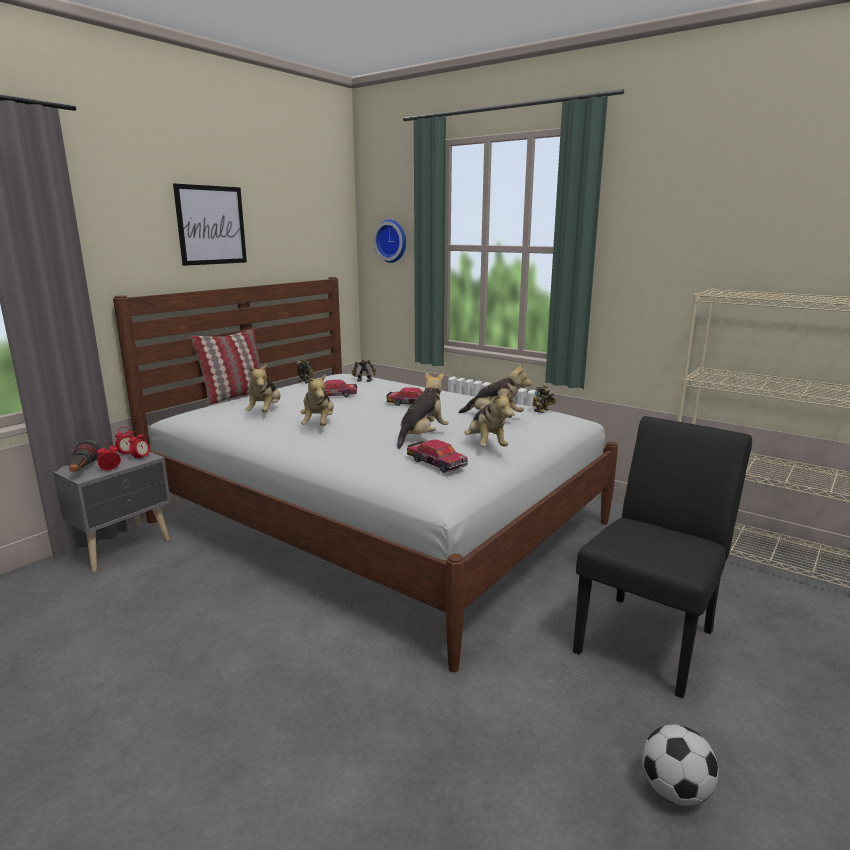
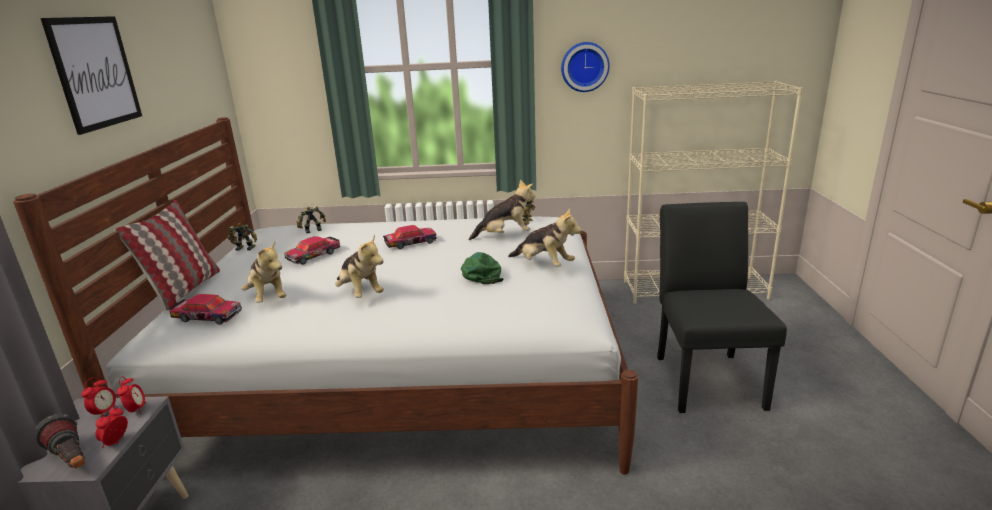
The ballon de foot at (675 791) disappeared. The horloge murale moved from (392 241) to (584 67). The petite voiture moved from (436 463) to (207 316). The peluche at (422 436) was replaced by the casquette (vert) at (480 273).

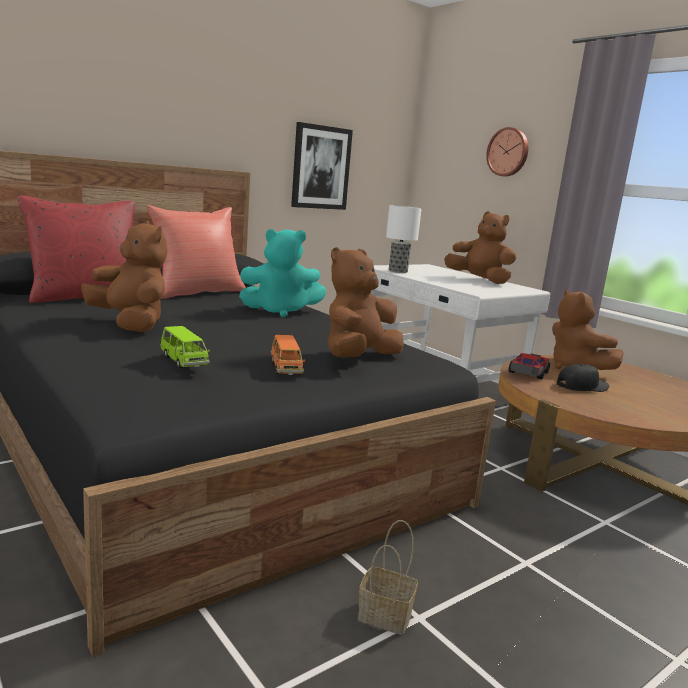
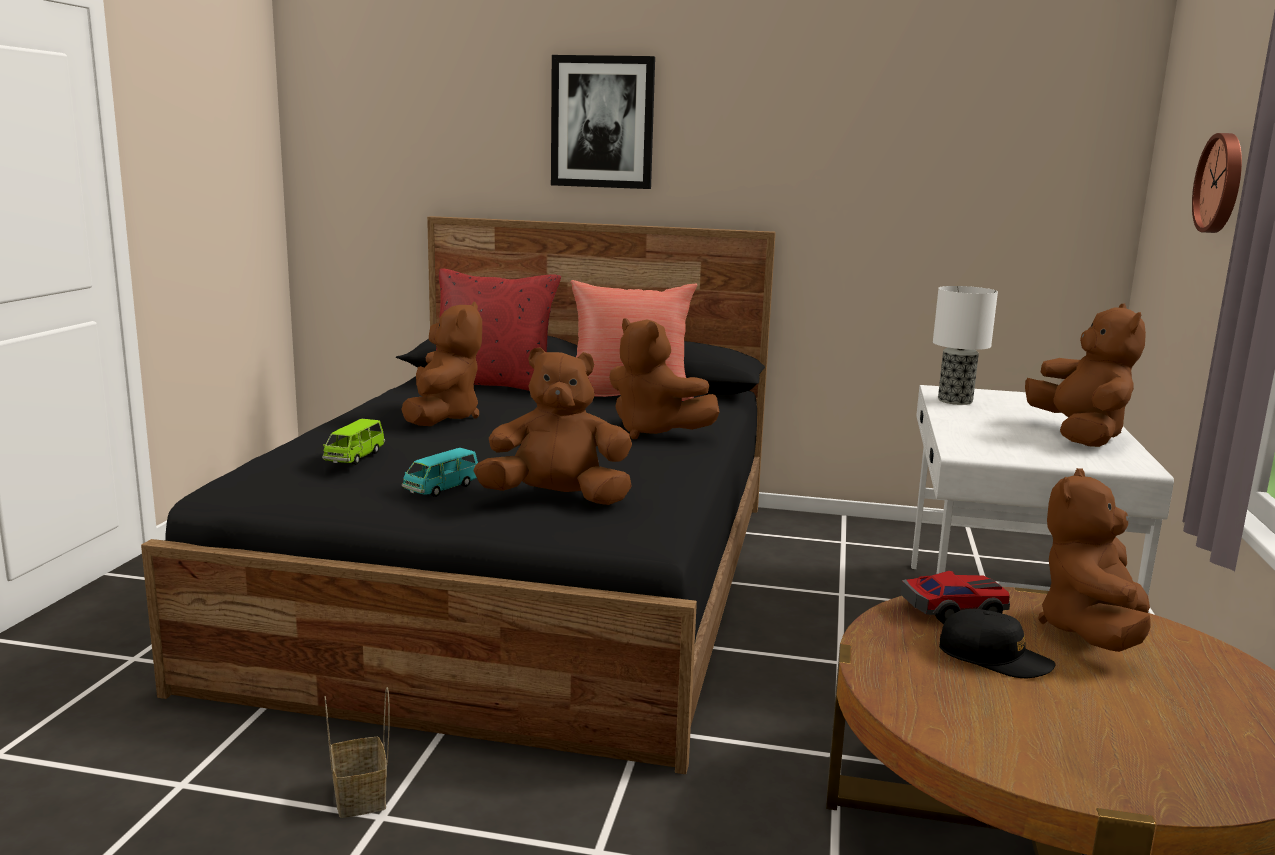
The tableau moved from (321 167) to (602 122). The peluche (turquoise) at (280 311) became the peluche (marron) at (654 432). The petite voiture (orange) at (286 368) became the petite voiture (turquoise) at (441 488).

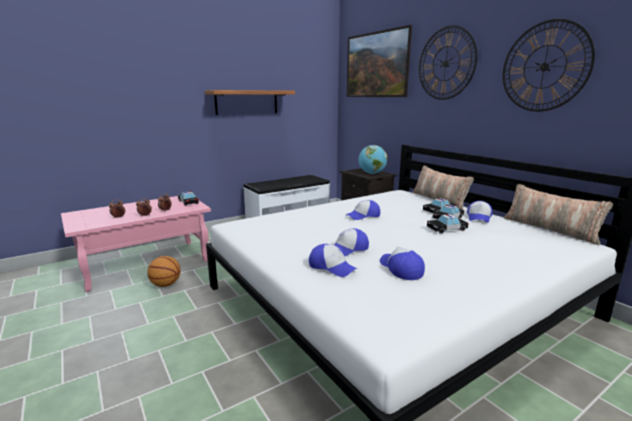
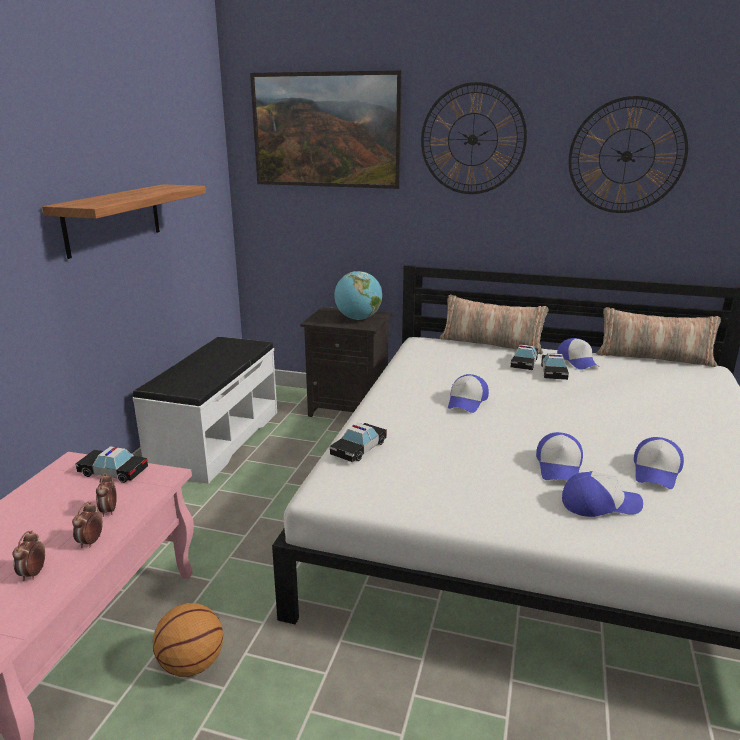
The petite voiture moved from (446 229) to (358 449). The casquette at (400 269) turned 90 degrees counterclockwise.

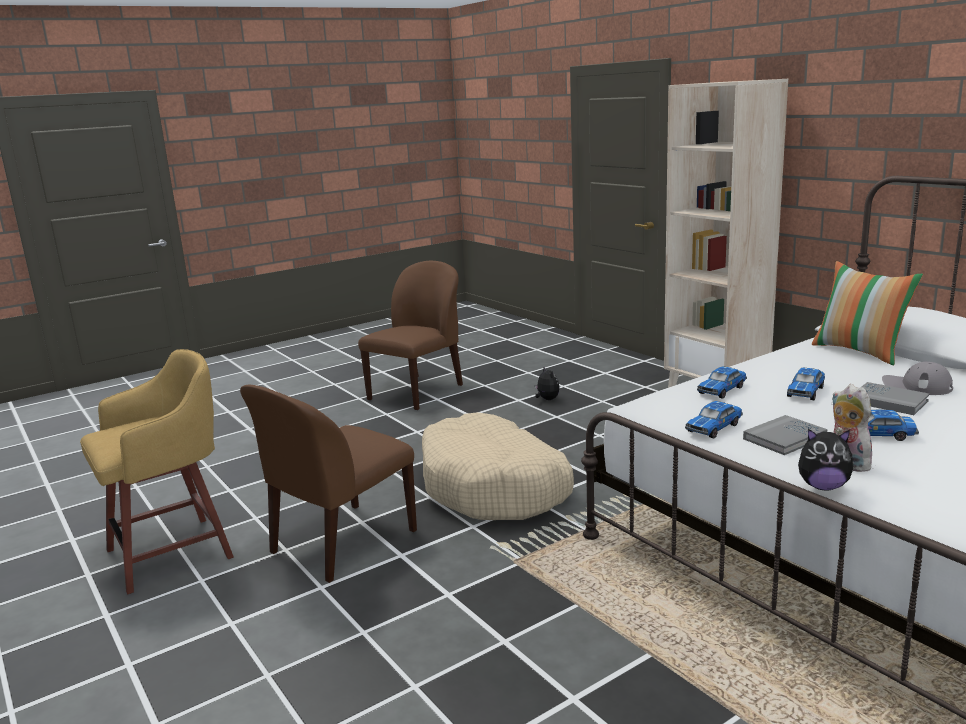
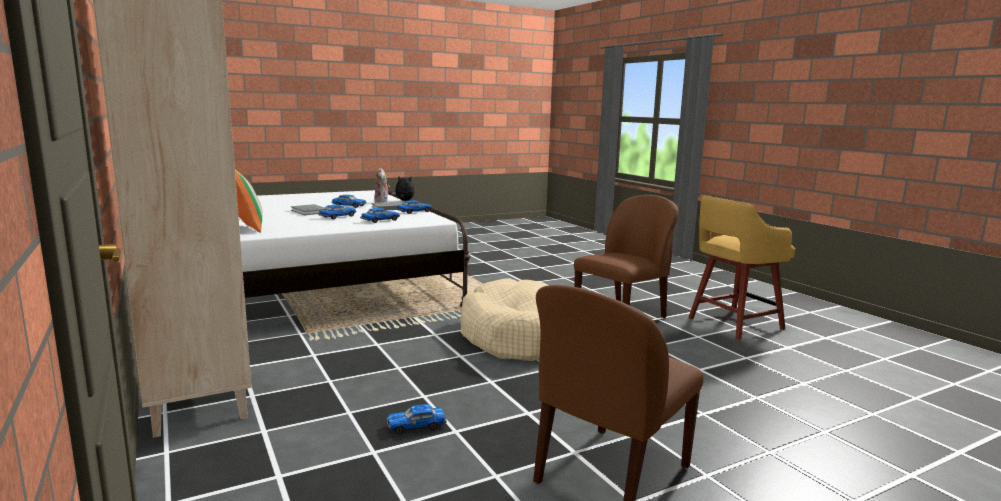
The casquette (gris) at (916 386) disappeared. The peluche at (547 399) was replaced by the petite voiture at (416 426).

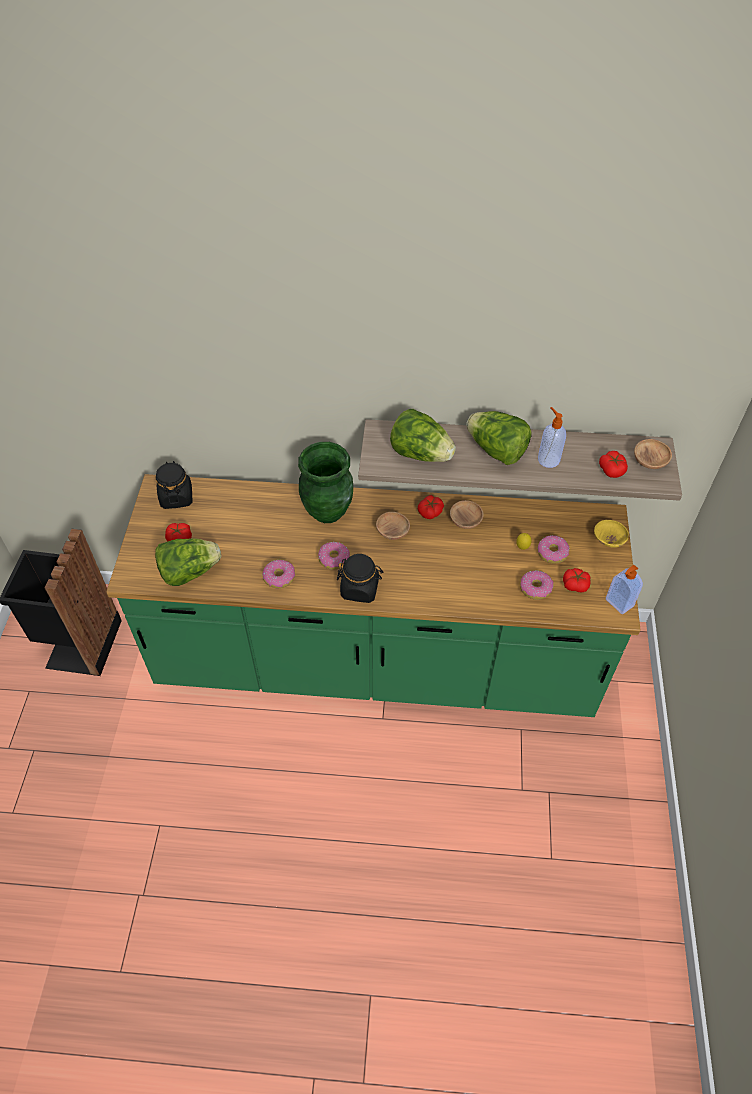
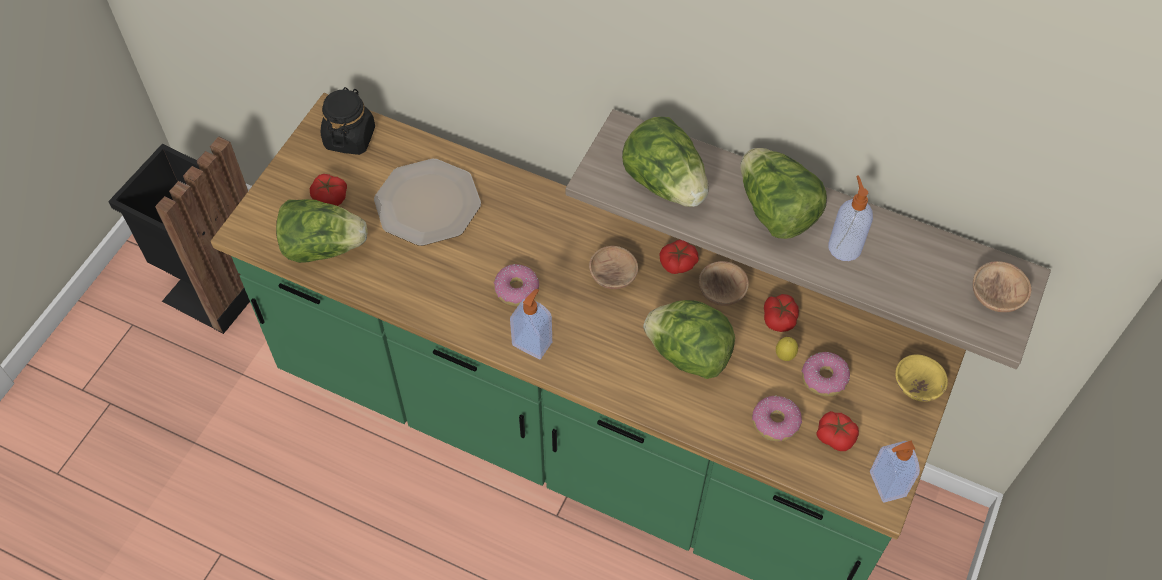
The beignet at (279 577) disappeared. The vase (vert) at (328 511) disappeared. The assiette at (427 204) appeared. The laitue at (688 354) appeared. The tomate moved from (611 469) to (779 318). The bocal (noir) at (360 589) was replaced by the distributeur de savon at (533 343).

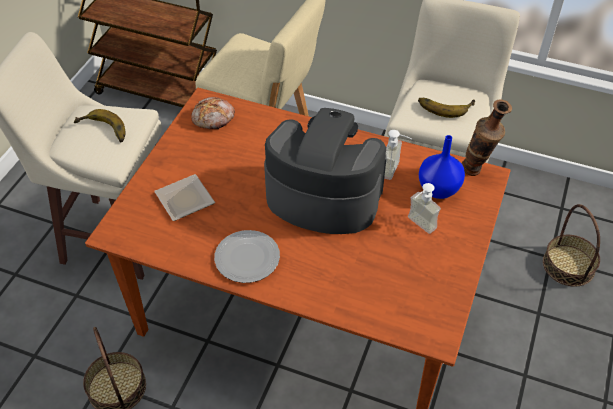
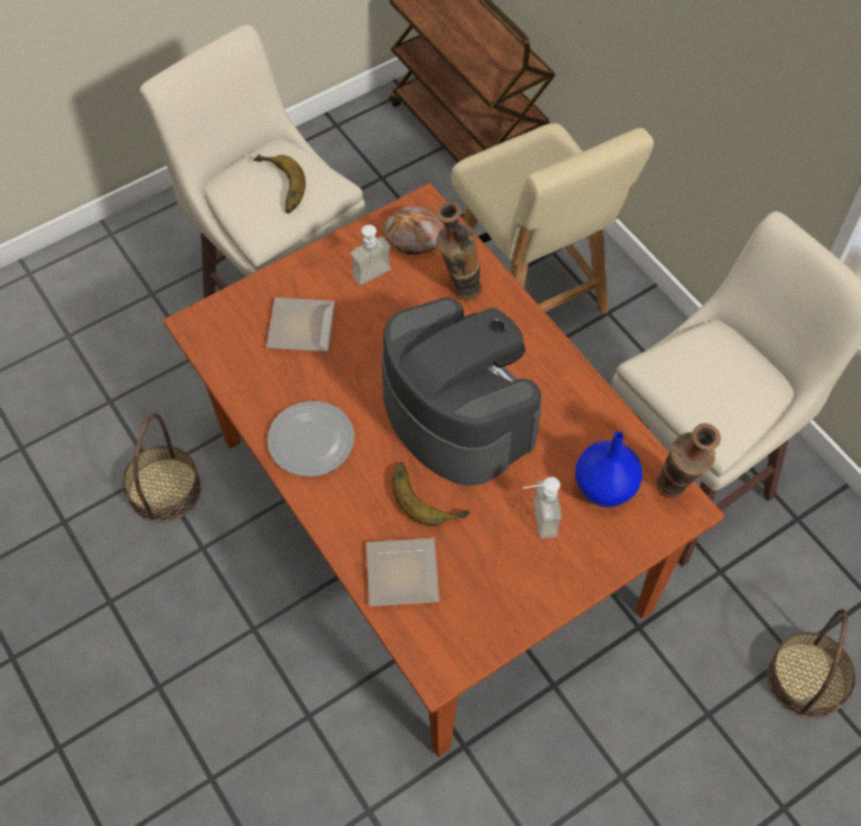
The assiette at (399 572) appeared. The vase at (458 292) appeared. The distributeur de savon moved from (395 171) to (376 279). The banane moved from (445 105) to (428 494).

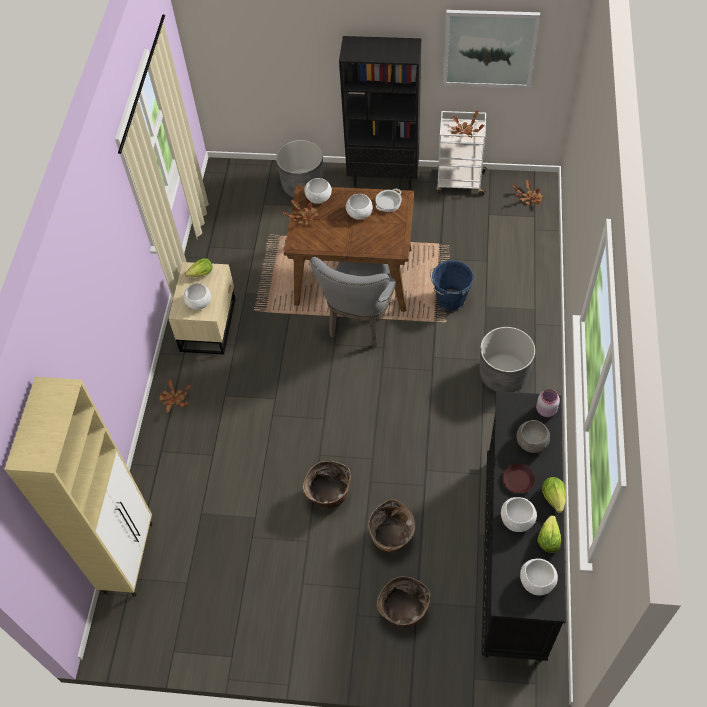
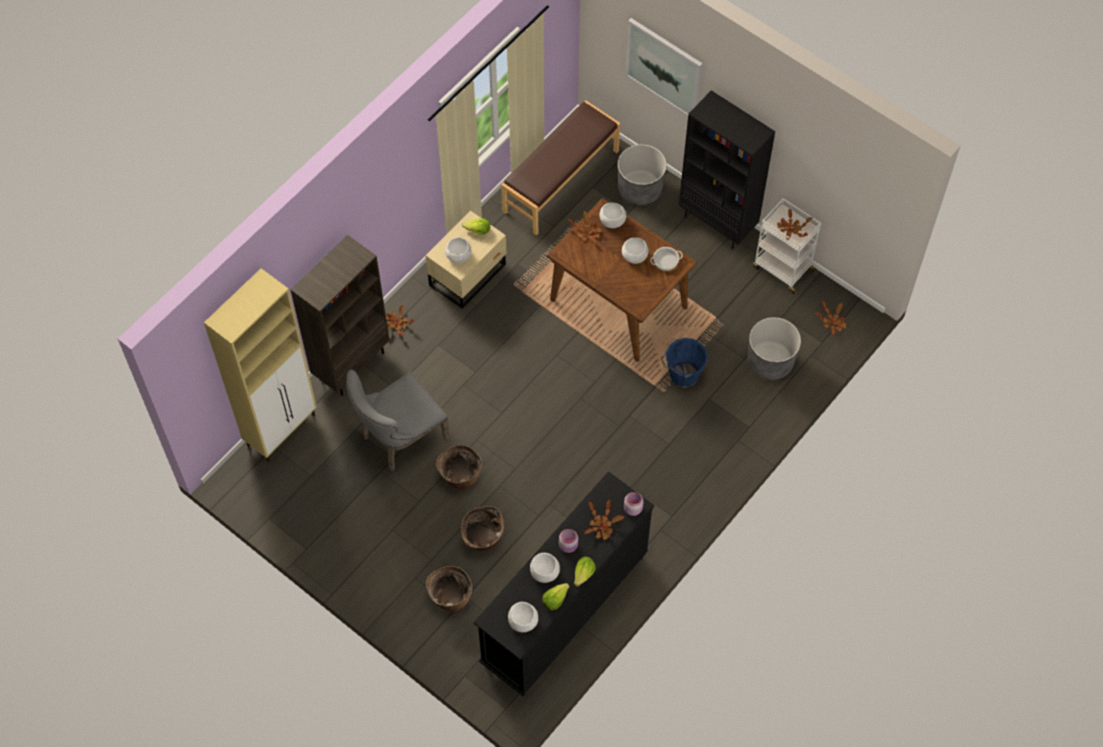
The bibliothèque (marron) at (351 364) appeared. The banc (marron) at (560 181) appeared. The chaise (gris) moved from (361 321) to (400 439). The tableau moved from (489 48) to (664 68). The cache-pot (gris) moved from (503 375) to (770 362). The assiette (marron) at (518 480) was replaced by the bocal (rose) at (569 545). The bol (gris) at (532 442) was replaced by the plante en pot at (602 525).

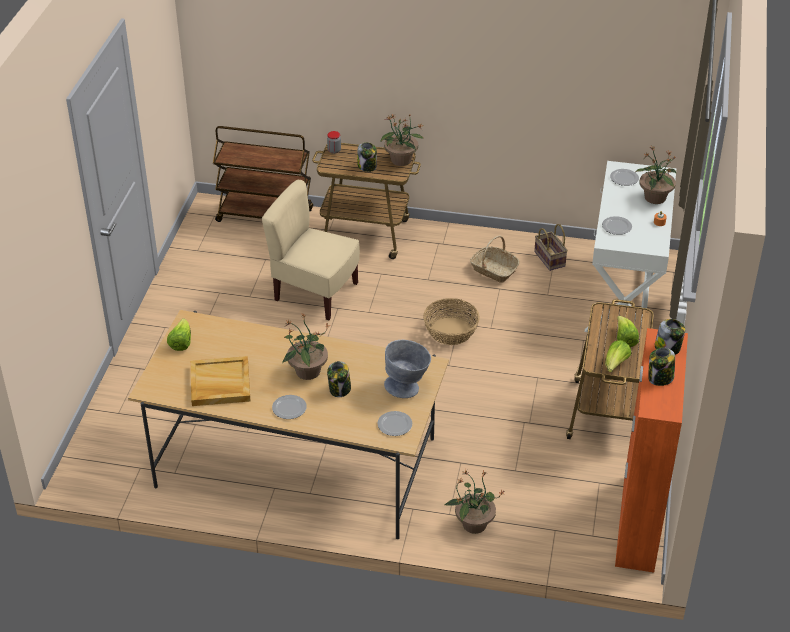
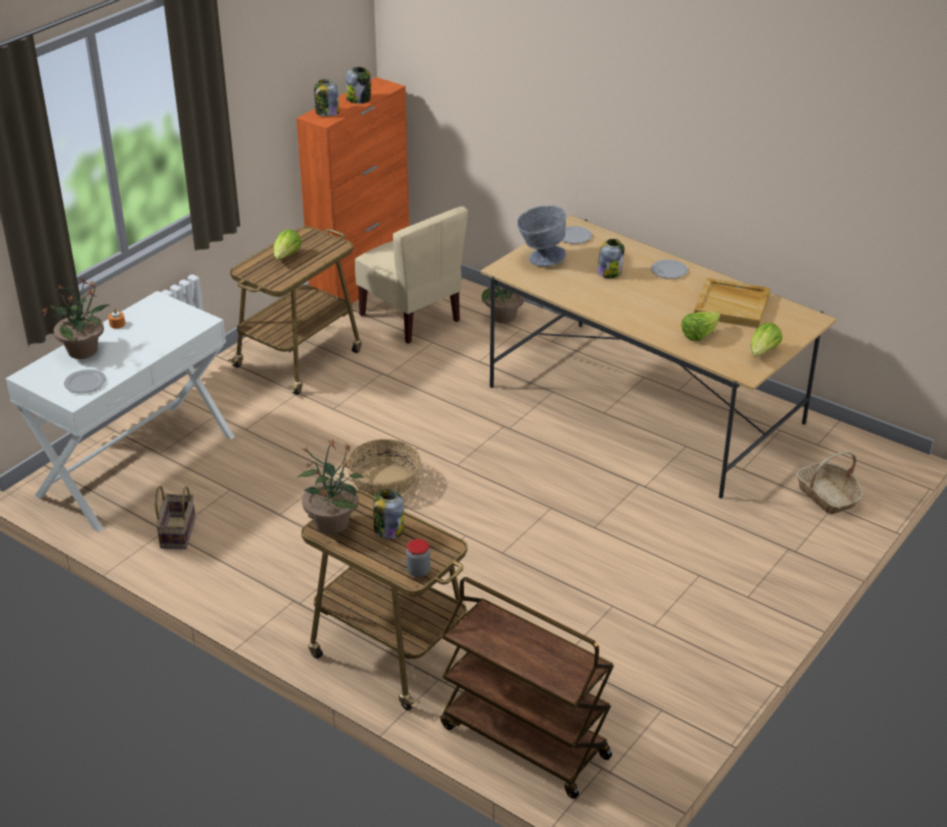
The plante en pot at (307 372) disappeared. The assiette at (616 226) disappeared. The chaise (beige) moved from (315 293) to (411 318). The panier moved from (493 270) to (827 496). The laitue moved from (615 365) to (699 335).

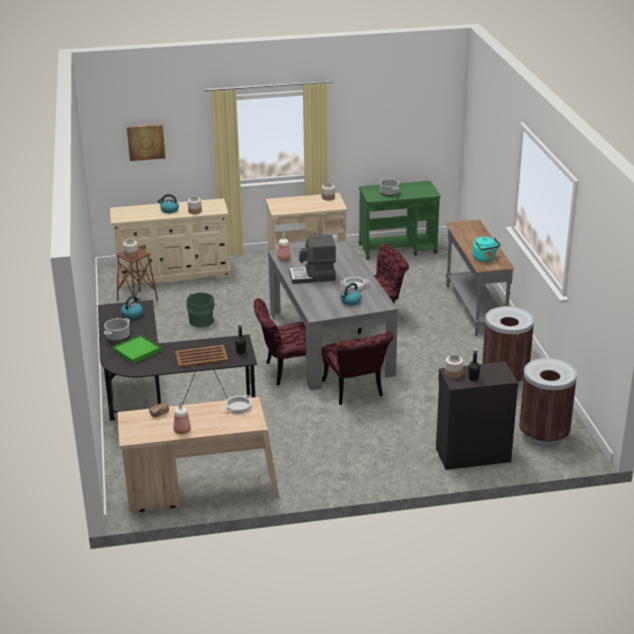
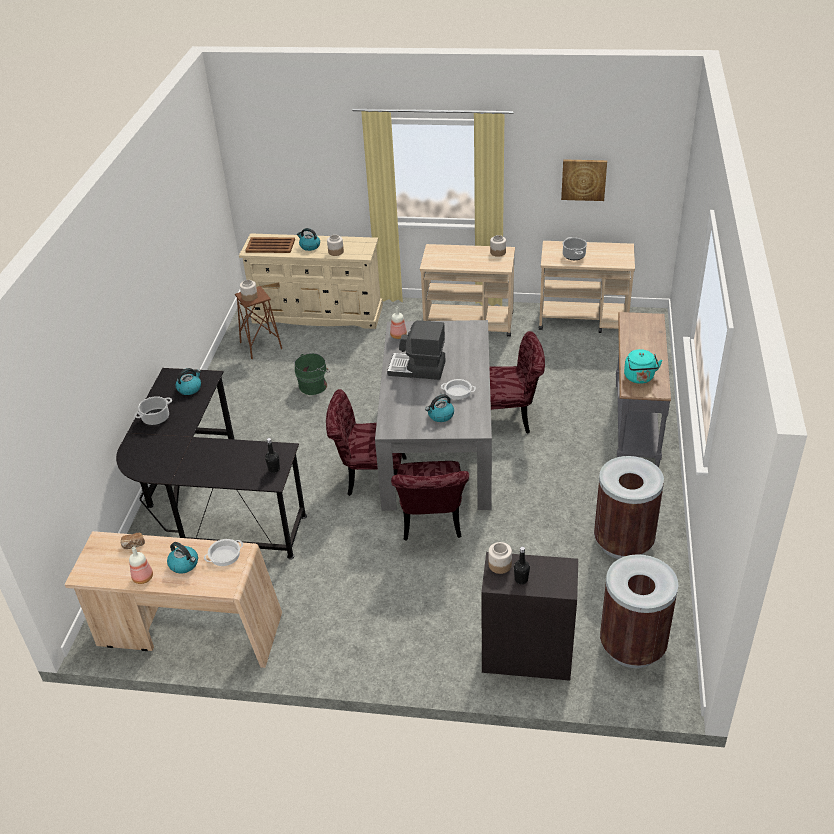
The plateau (vert) at (137 351) disappeared. The bouilloire at (184 564) appeared. The tableau moved from (146 142) to (583 179). The plateau (marron) moved from (201 357) to (270 246). The chariot (vert) at (398 249) became the chariot (beige) at (583 320).

